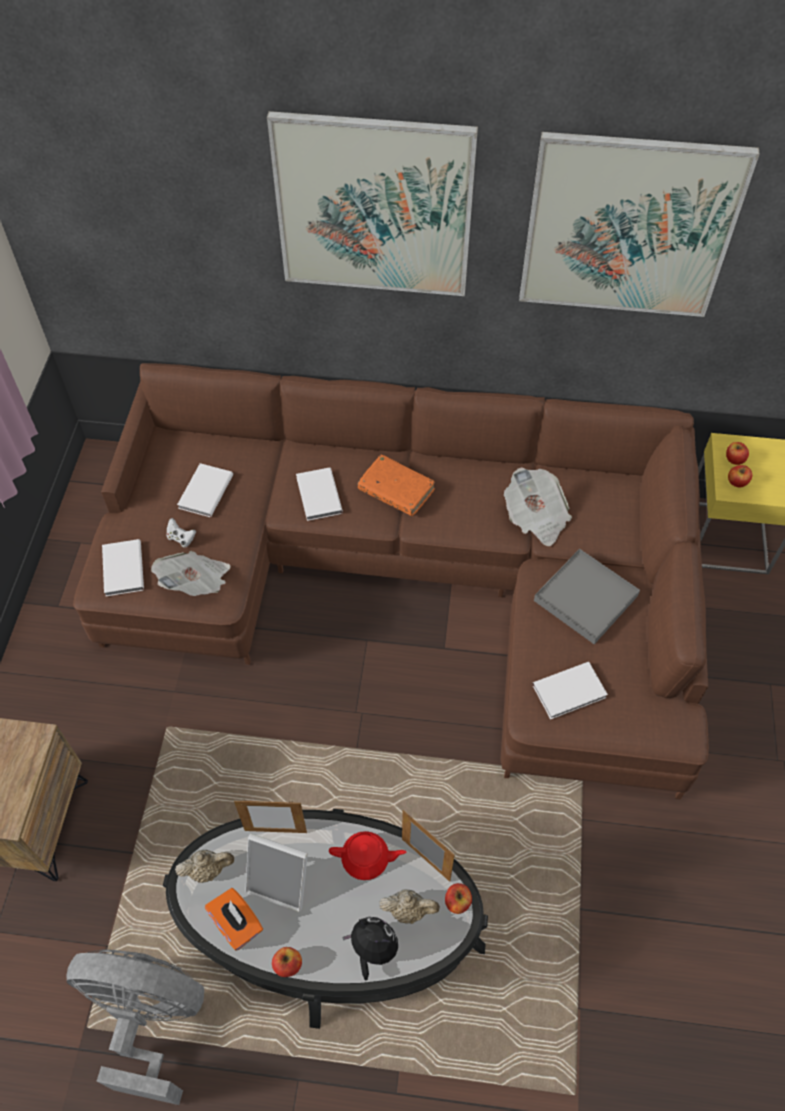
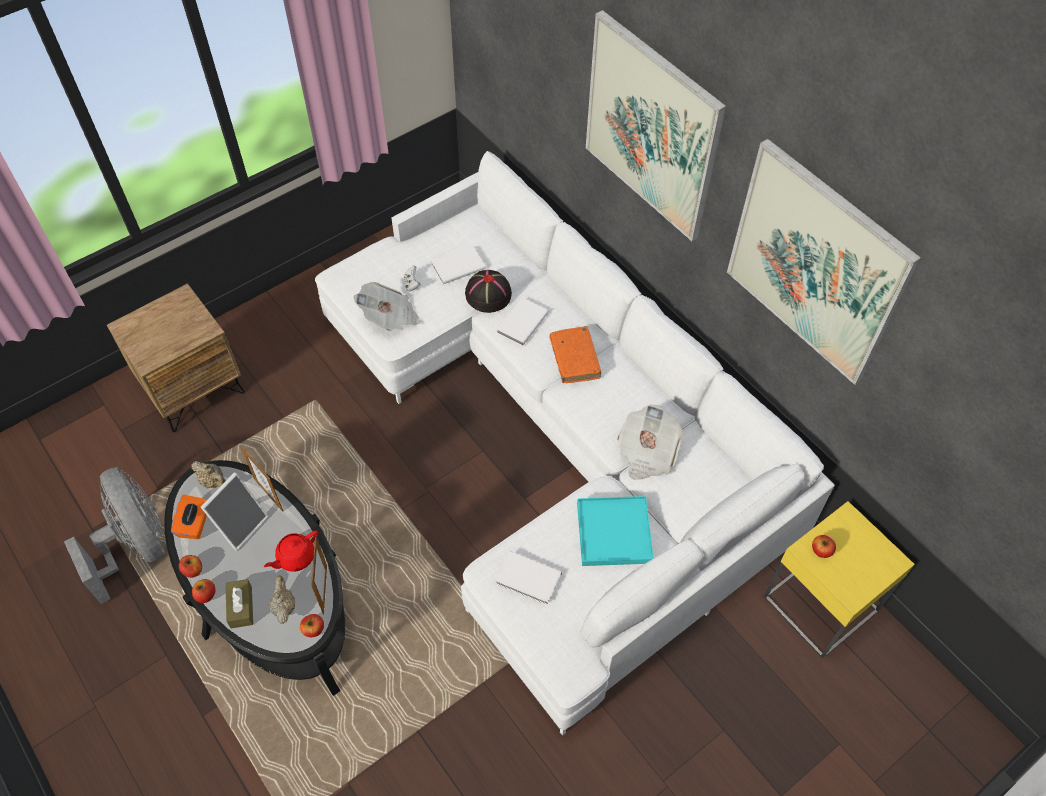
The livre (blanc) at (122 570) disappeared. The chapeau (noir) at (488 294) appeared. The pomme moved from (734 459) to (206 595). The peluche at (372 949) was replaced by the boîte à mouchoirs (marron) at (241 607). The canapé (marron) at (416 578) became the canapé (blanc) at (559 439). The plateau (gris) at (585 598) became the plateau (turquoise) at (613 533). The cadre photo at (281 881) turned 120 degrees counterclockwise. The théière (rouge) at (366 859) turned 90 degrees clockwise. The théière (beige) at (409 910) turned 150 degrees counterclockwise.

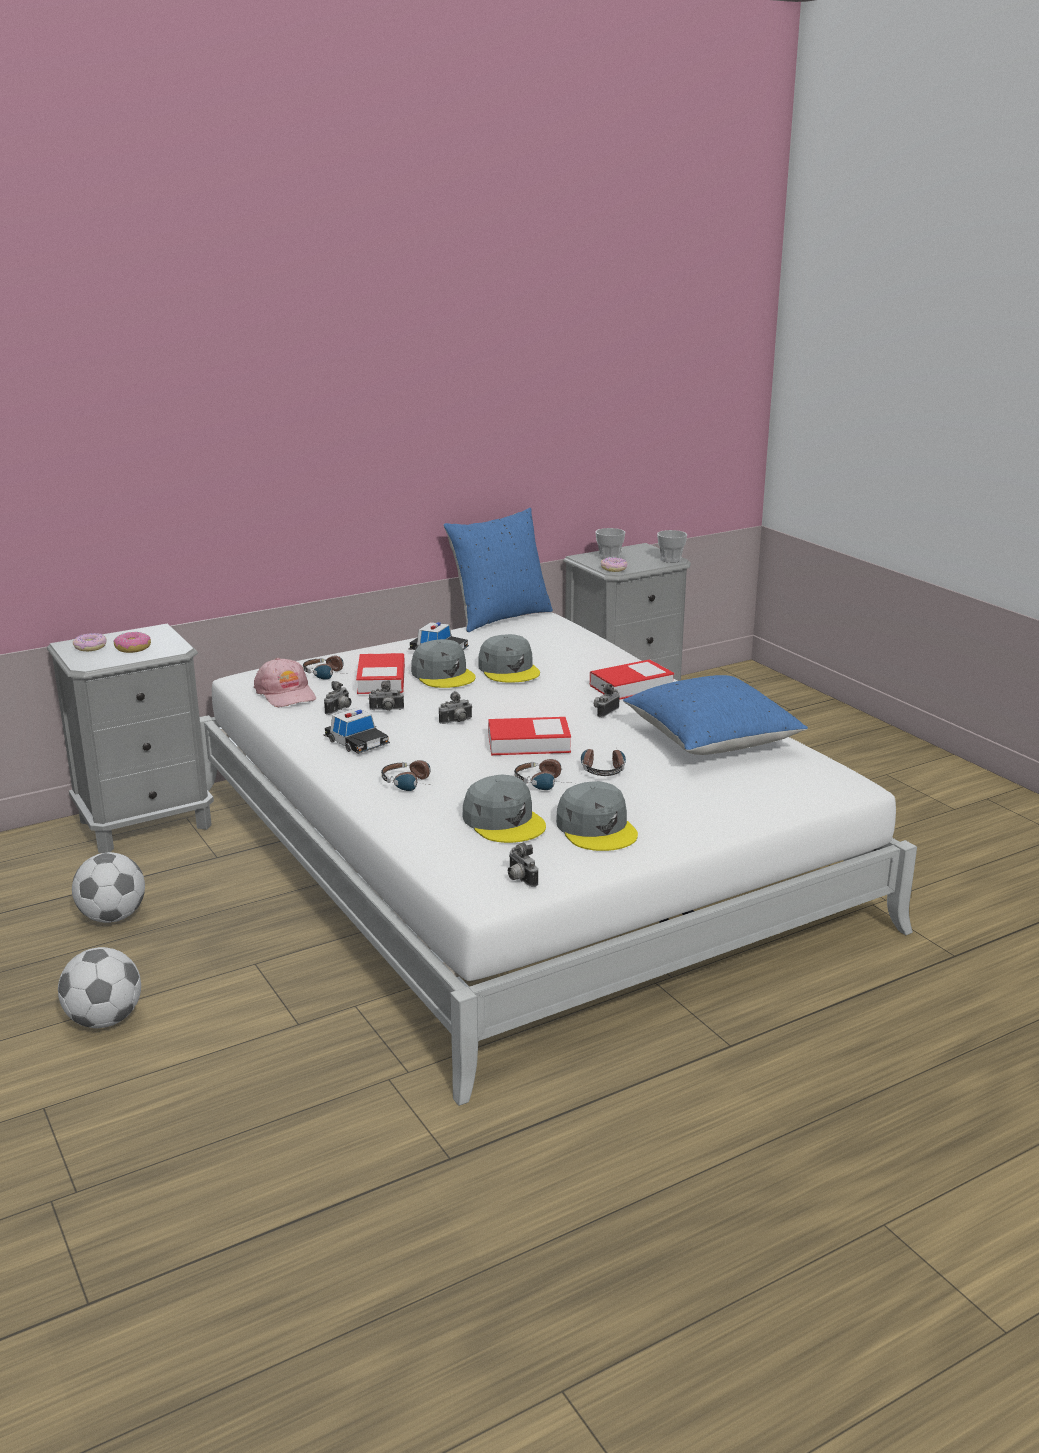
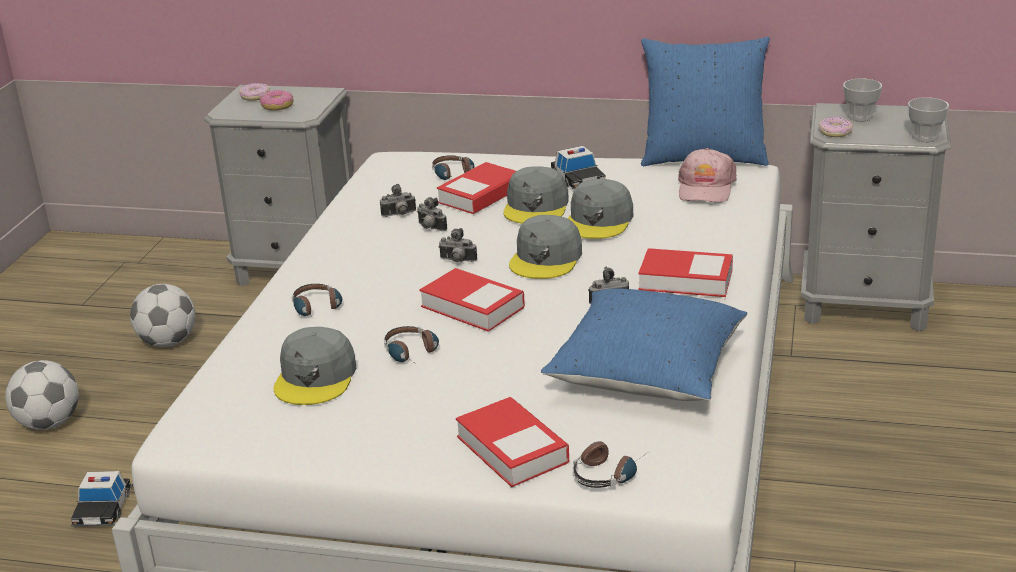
The appareil photo at (519 879) disappeared. The livre at (512 449) appeared. The casquette (rose) moved from (286 694) to (706 188). The petite voiture moved from (356 742) to (103 508). The casquette (gris) moved from (596 828) to (546 258). The casque audio moved from (602 768) to (609 472).

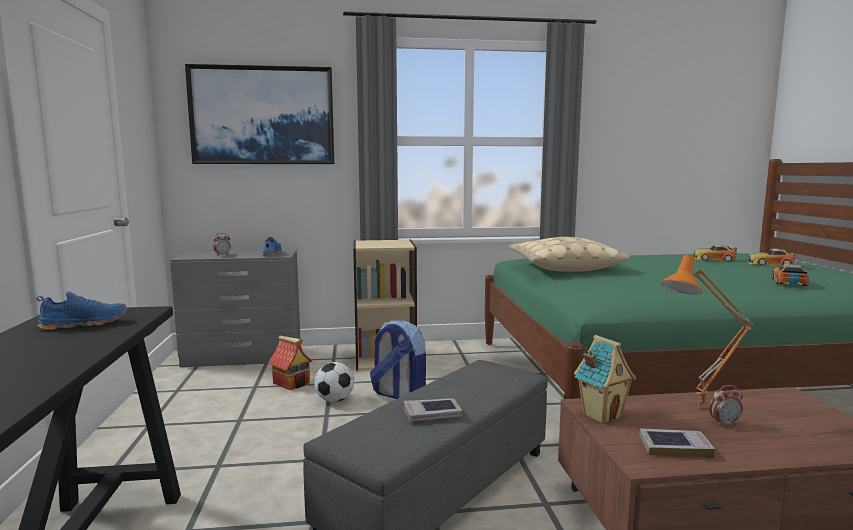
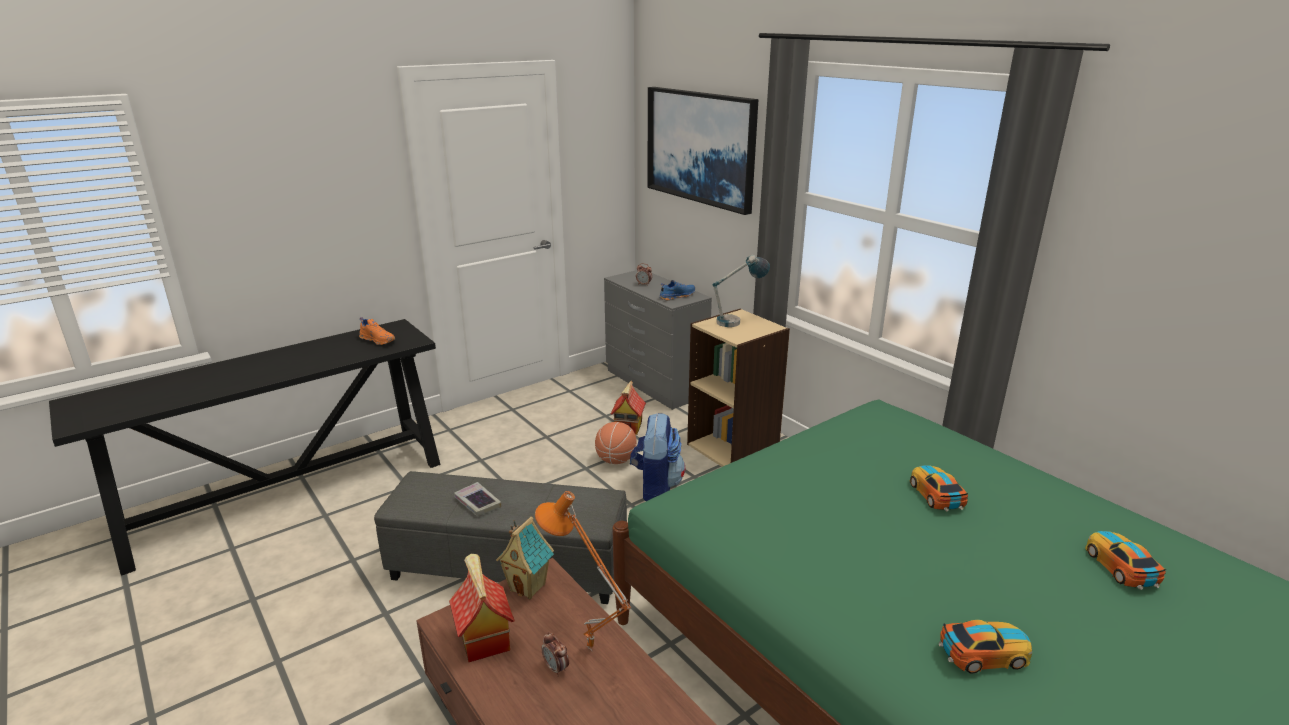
The coussin (beige) at (563 267) disappeared. The lampe de table at (738 321) appeared. The petite voiture moved from (770 264) to (936 494). The ballon de foot at (335 400) was replaced by the ballon de basket at (616 460). The livre at (675 447) was replaced by the maison miniature at (483 638). The chaussure (bleu) at (84 324) became the chaussure (orange) at (378 340).

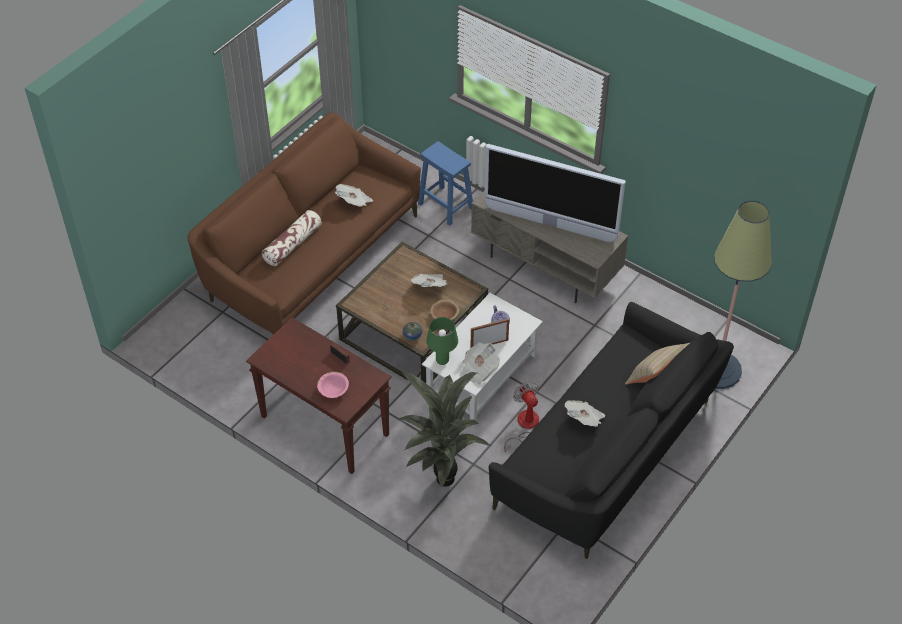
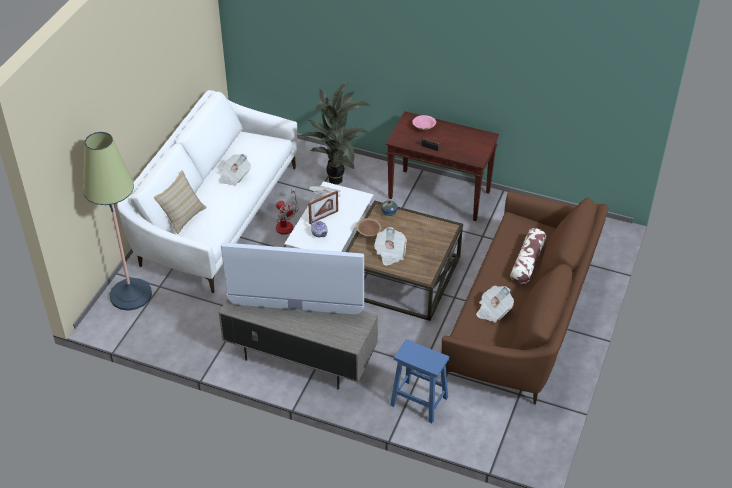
The lampe de table (vert) at (442 361) disappeared. The canapé (noir) at (608 455) became the canapé (blanc) at (216 216).

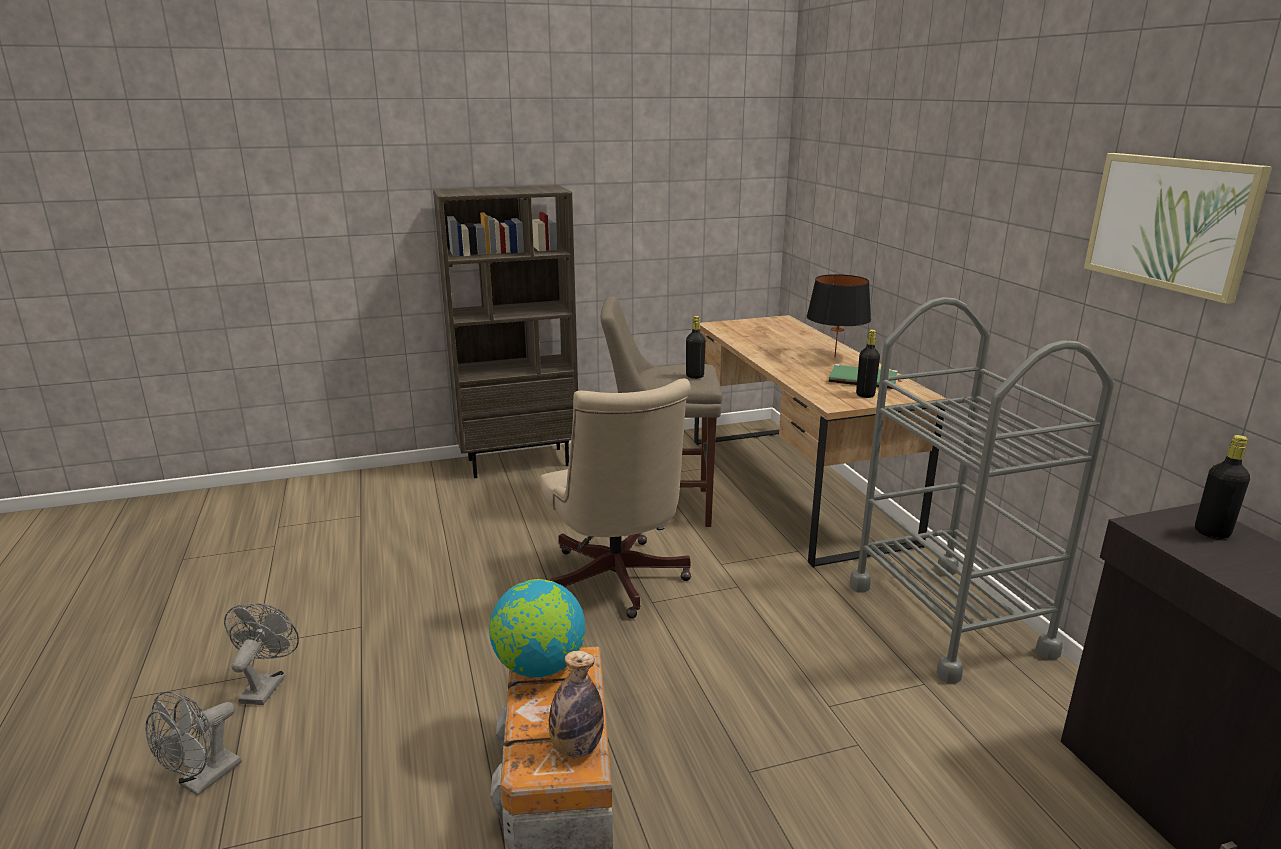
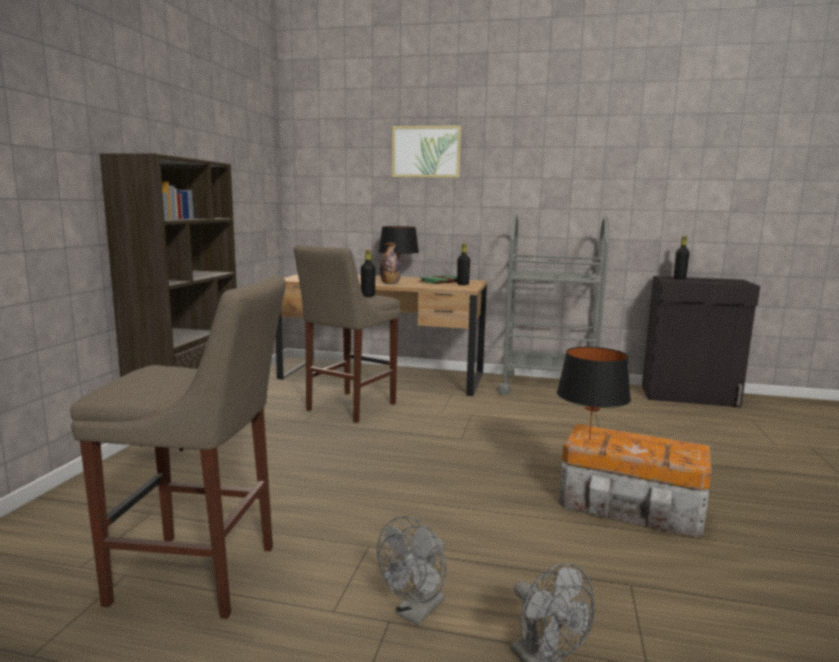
The chaise de bureau (beige) at (617 583) disappeared. The tabouret (beige) at (202 575) appeared. The bouteille moved from (576 747) to (390 284). The tableau moved from (1170 223) to (426 152). The globe at (539 666) was replaced by the lampe de table (noir) at (589 439). The ventilateur (gris) at (266 685) turned 90 degrees counterclockwise.

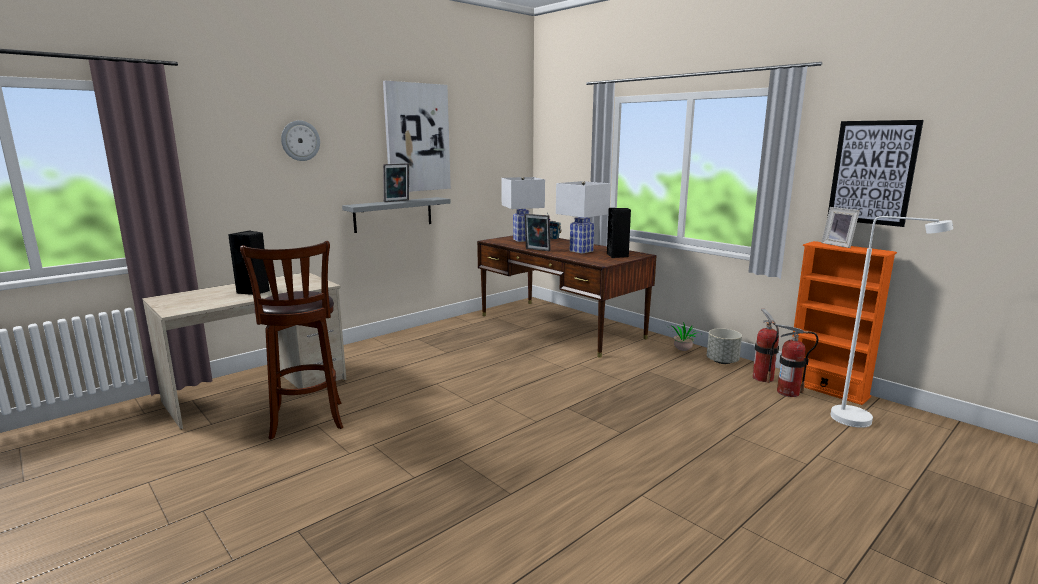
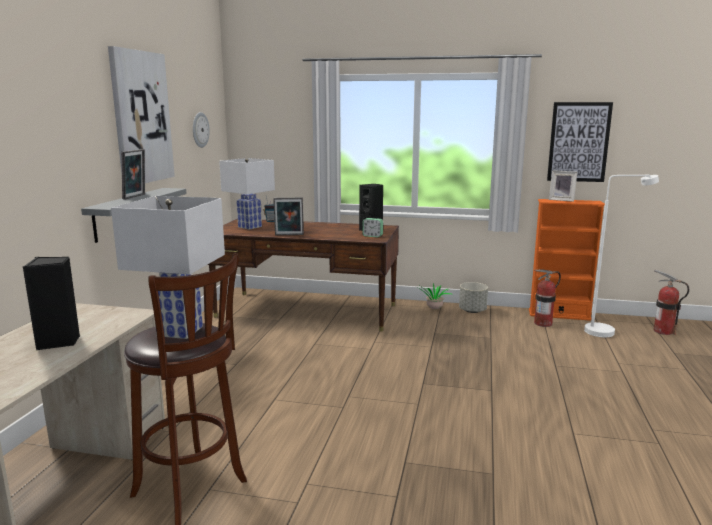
The réveil at (372 236) appeared. The horloge murale moved from (300 140) to (200 130). The lampe de table (blanc) moved from (581 251) to (180 331). The extincteur moved from (762 378) to (663 331).

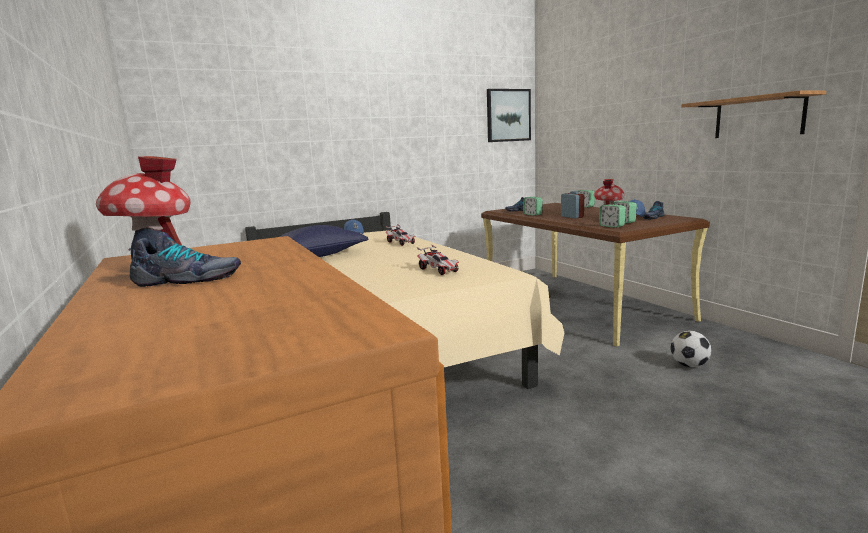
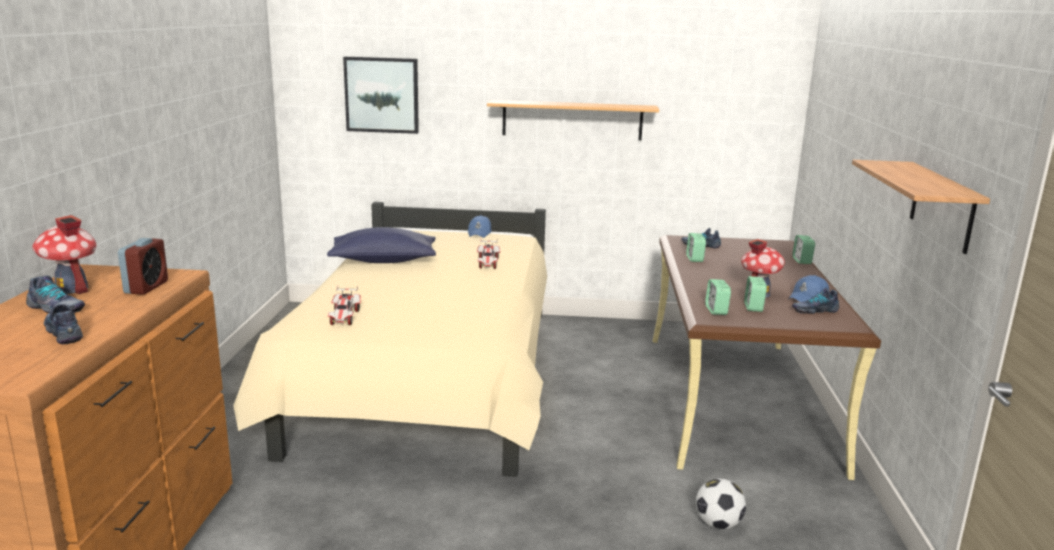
The chaussure at (64 332) appeared. The étagère at (572 120) appeared. The petite voiture moved from (438 270) to (344 317). The tableau moved from (508 115) to (382 95). The réveil moved from (572 217) to (146 287).

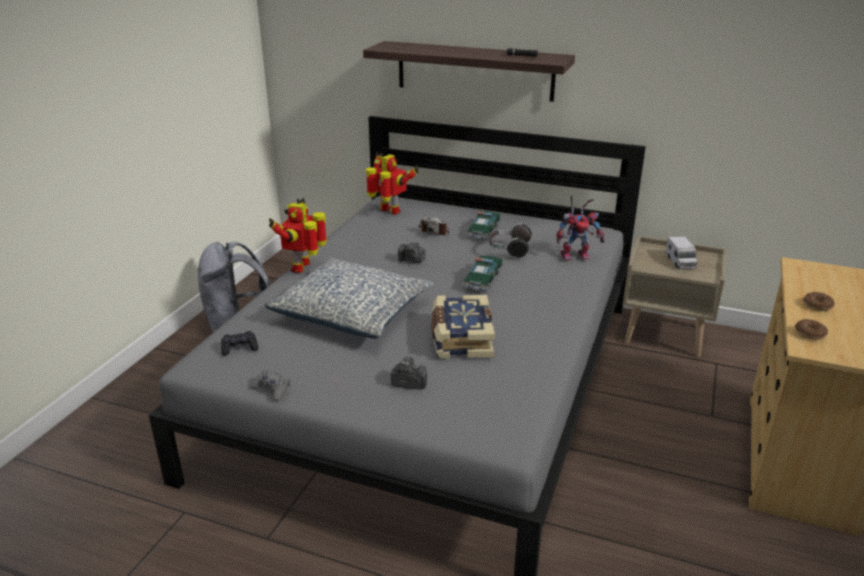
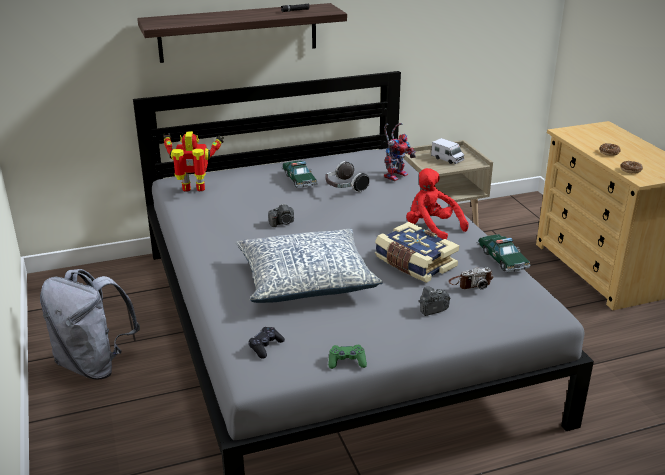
The robot jouet at (303 267) disappeared. The peluche (rouge) at (431 229) appeared. The appareil photo moved from (435 231) to (470 283). The petite voiture moved from (483 279) to (502 259). The manette (gris) at (272 389) became the manette (vert) at (347 362).

